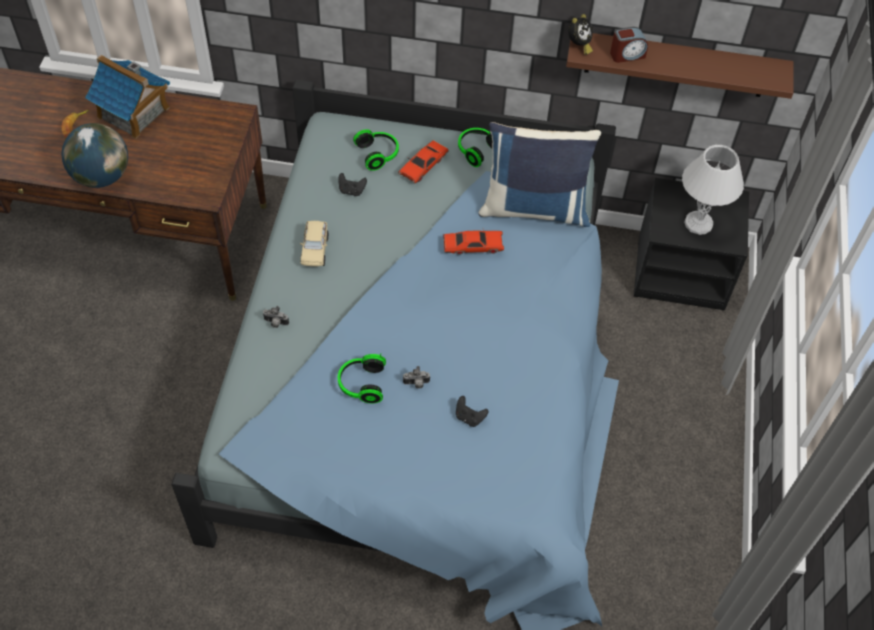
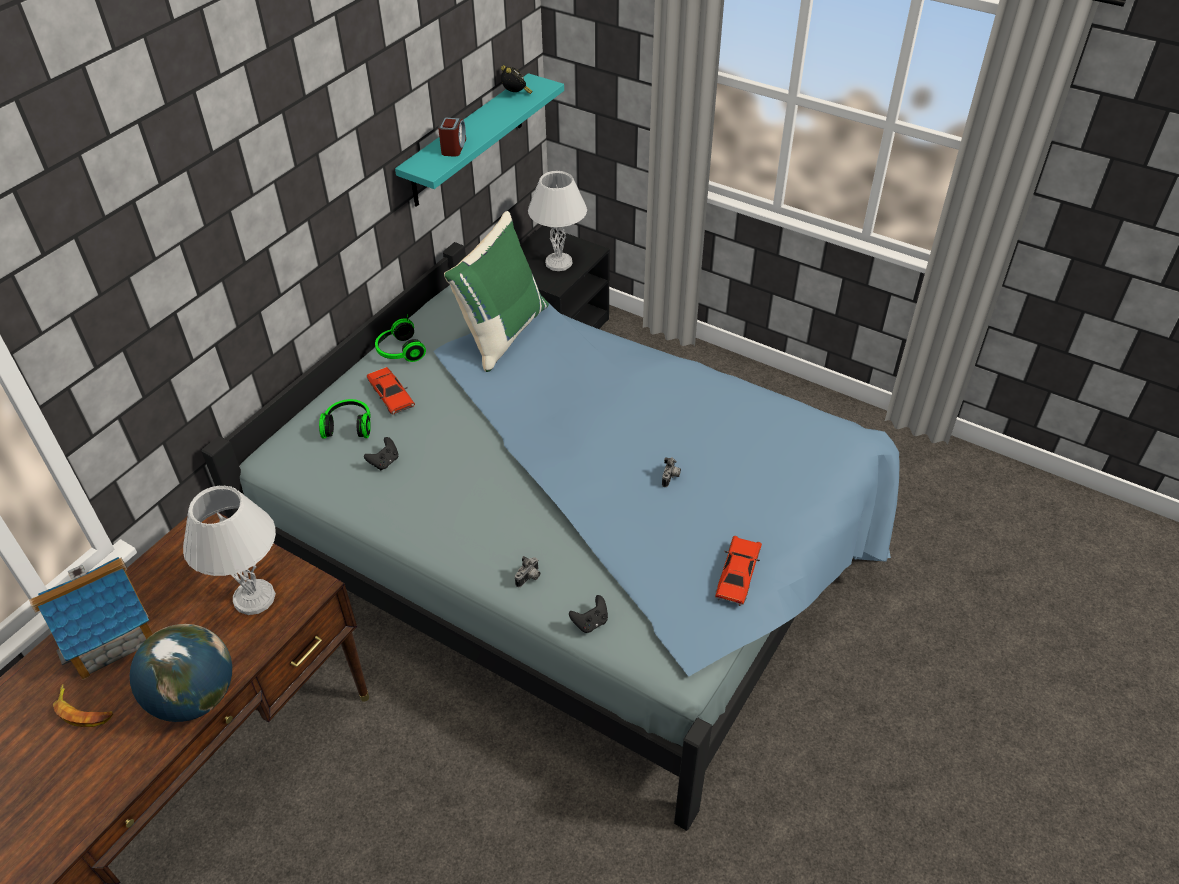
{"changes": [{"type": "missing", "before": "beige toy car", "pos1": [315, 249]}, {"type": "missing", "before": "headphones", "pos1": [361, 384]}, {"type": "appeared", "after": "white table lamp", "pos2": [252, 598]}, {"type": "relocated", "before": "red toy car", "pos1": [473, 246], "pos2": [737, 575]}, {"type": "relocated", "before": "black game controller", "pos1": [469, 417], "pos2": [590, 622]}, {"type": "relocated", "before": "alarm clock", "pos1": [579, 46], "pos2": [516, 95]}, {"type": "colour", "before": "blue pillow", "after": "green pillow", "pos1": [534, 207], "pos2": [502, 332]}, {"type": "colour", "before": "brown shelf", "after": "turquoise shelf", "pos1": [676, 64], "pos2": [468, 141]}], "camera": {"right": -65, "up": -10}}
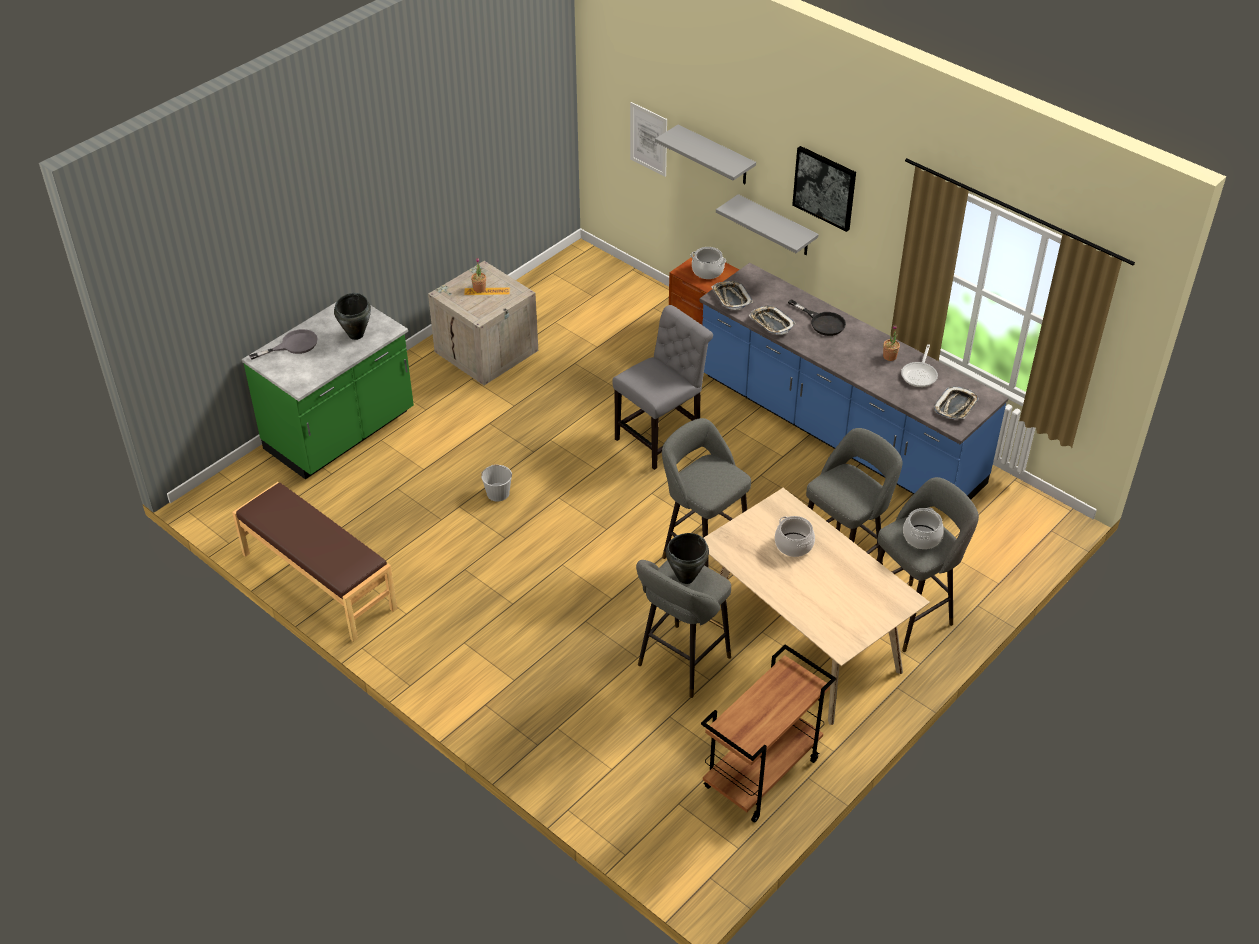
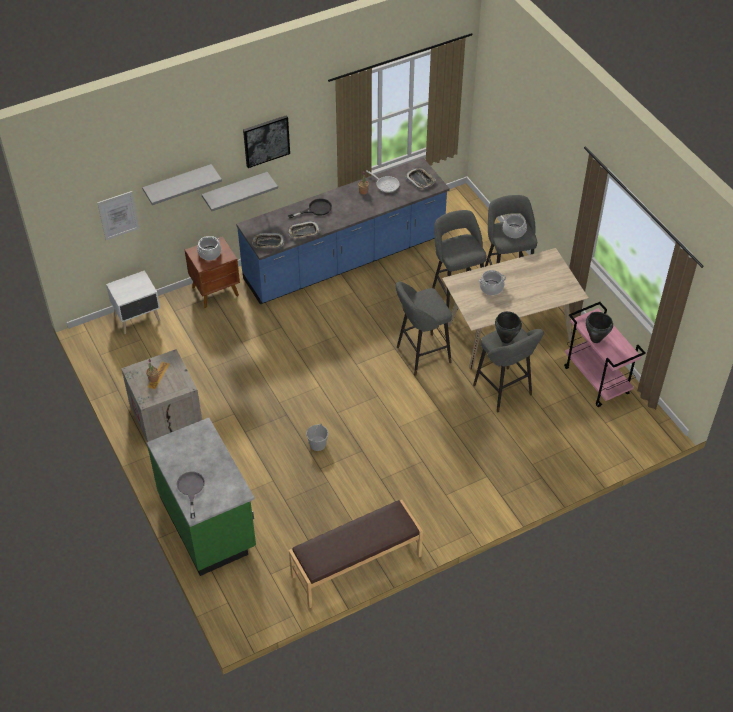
{"changes": [{"type": "missing", "before": "grey chair", "pos1": [662, 437]}, {"type": "appeared", "after": "white nightstand", "pos2": [138, 318]}, {"type": "relocated", "before": "black cooking pot", "pos1": [356, 335], "pos2": [595, 339]}, {"type": "colour", "before": "brown cart", "after": "pink cart", "pos1": [761, 774], "pos2": [597, 380]}], "camera": {"right": -70, "up": 5}}
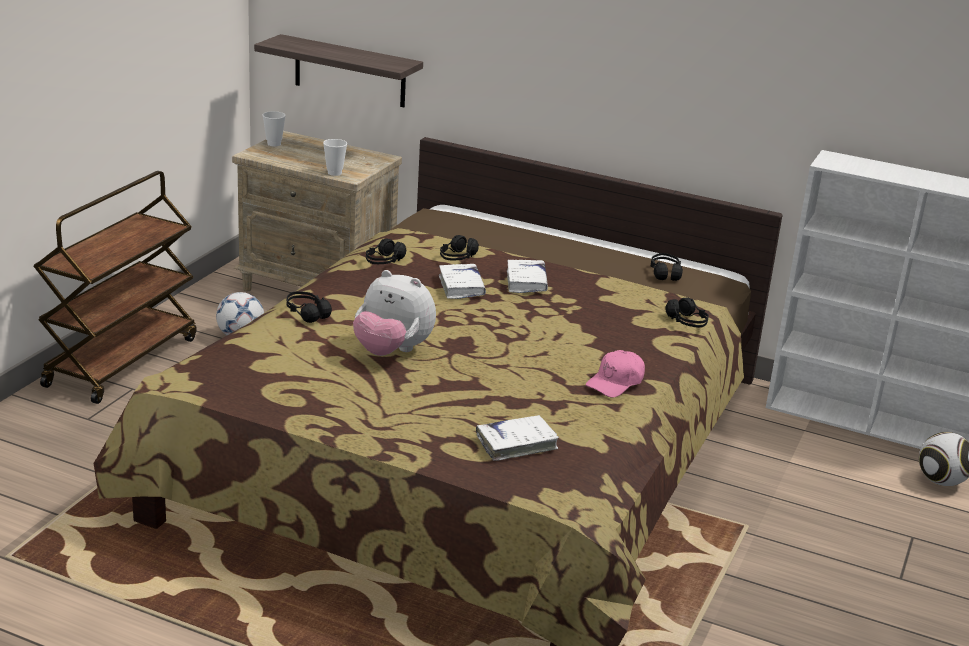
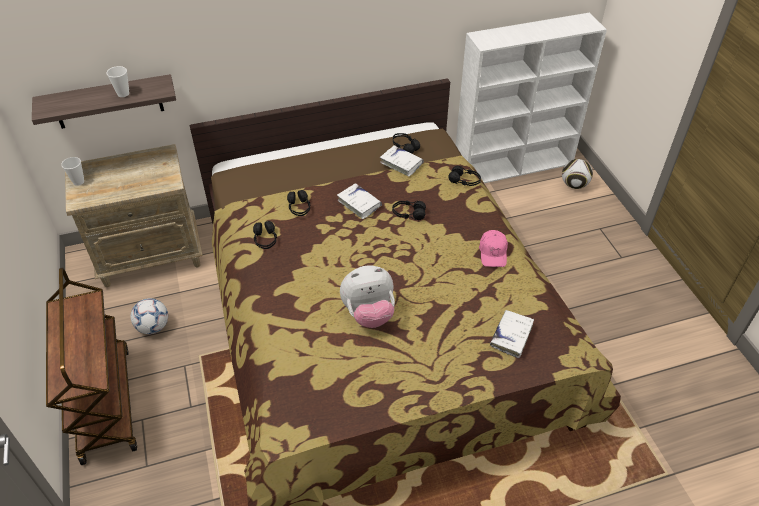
{"changes": [{"type": "relocated", "before": "black headphones", "pos1": [306, 313], "pos2": [408, 214]}, {"type": "relocated", "before": "cup", "pos1": [334, 173], "pos2": [123, 94]}, {"type": "relocated", "before": "white book", "pos1": [461, 287], "pos2": [401, 164]}], "camera": {"right": -40, "up": 20}}
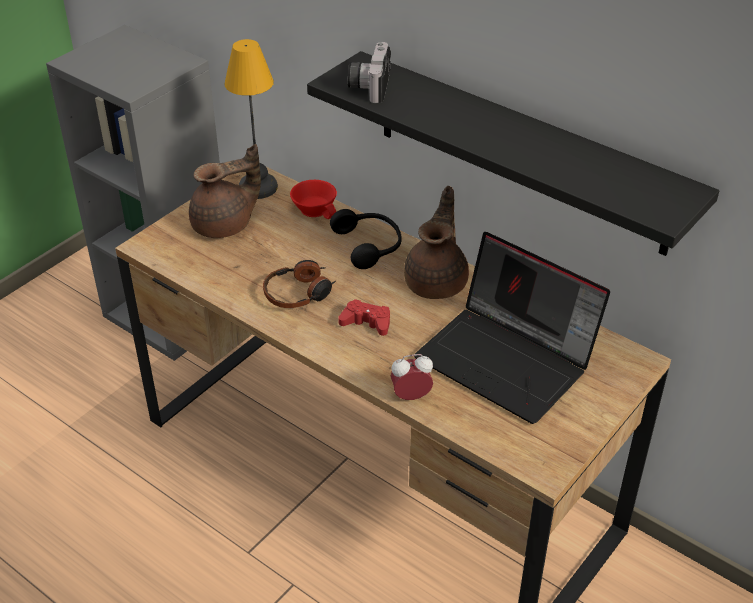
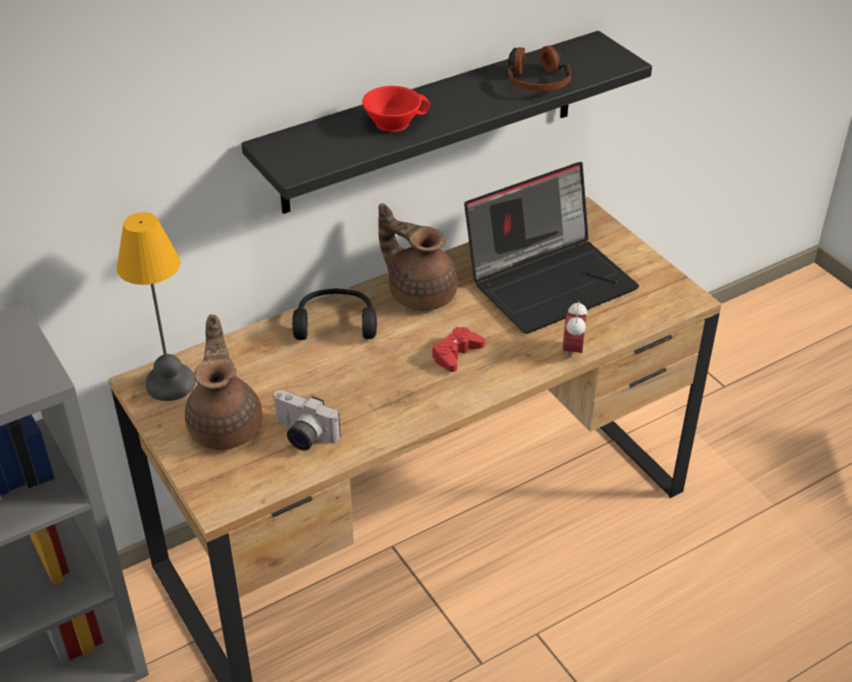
{"changes": [{"type": "relocated", "before": "headphones", "pos1": [299, 293], "pos2": [537, 79]}, {"type": "relocated", "before": "red cup", "pos1": [316, 209], "pos2": [393, 121]}, {"type": "relocated", "before": "photo camera", "pos1": [369, 85], "pos2": [302, 436]}], "camera": {"right": -70, "up": 0}}
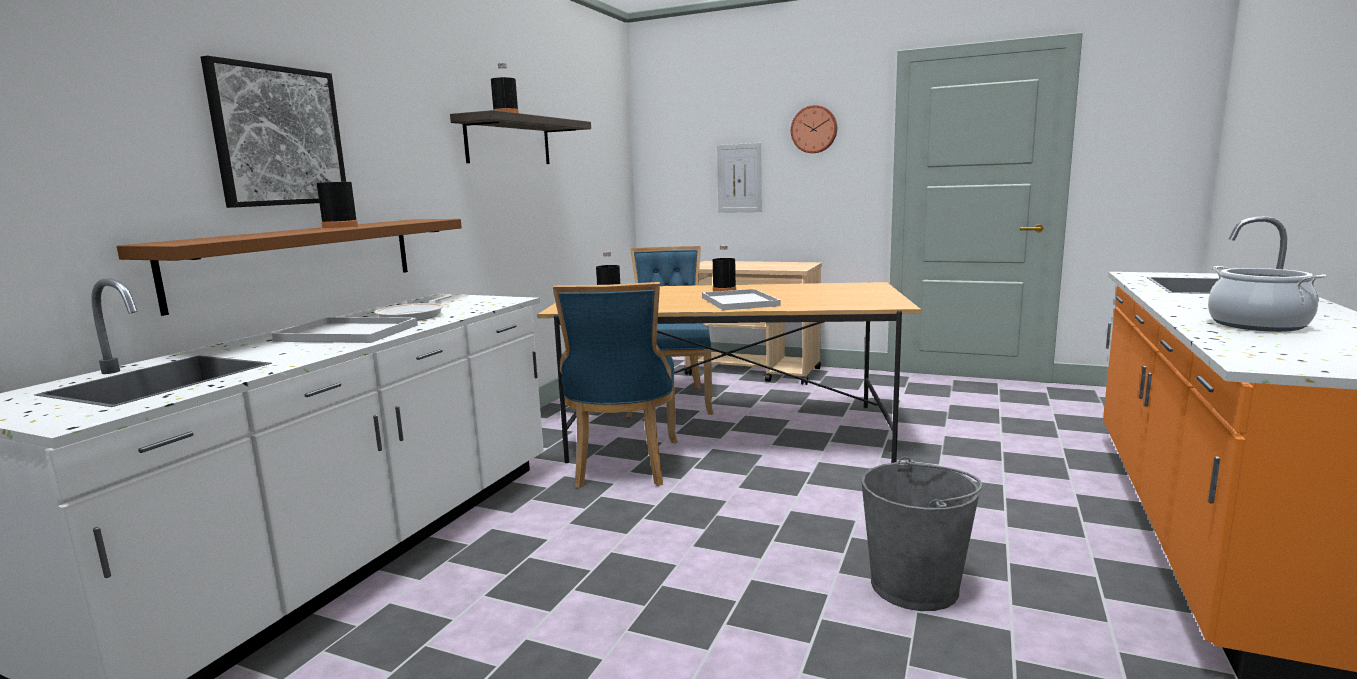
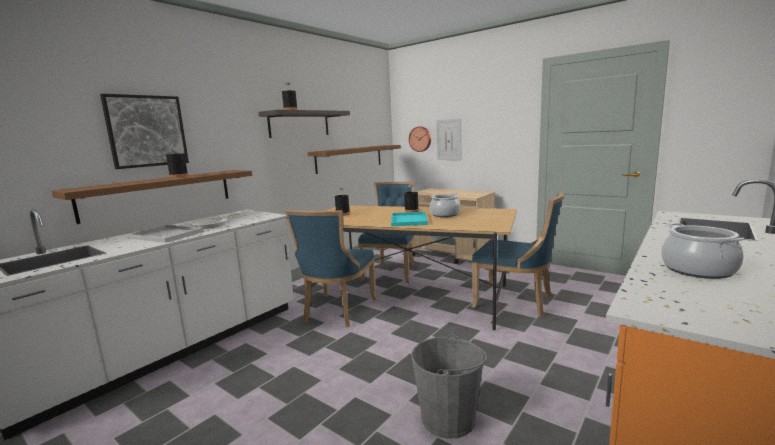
{"changes": [{"type": "appeared", "after": "brown shelf", "pos2": [350, 158]}, {"type": "appeared", "after": "cooking pot", "pos2": [445, 214]}, {"type": "appeared", "after": "blue chair", "pos2": [516, 302]}, {"type": "relocated", "before": "wall clock", "pos1": [814, 129], "pos2": [420, 139]}, {"type": "colour", "before": "white tray", "after": "turquoise tray", "pos1": [738, 301], "pos2": [408, 220]}], "camera": {"right": 15, "up": 0}}
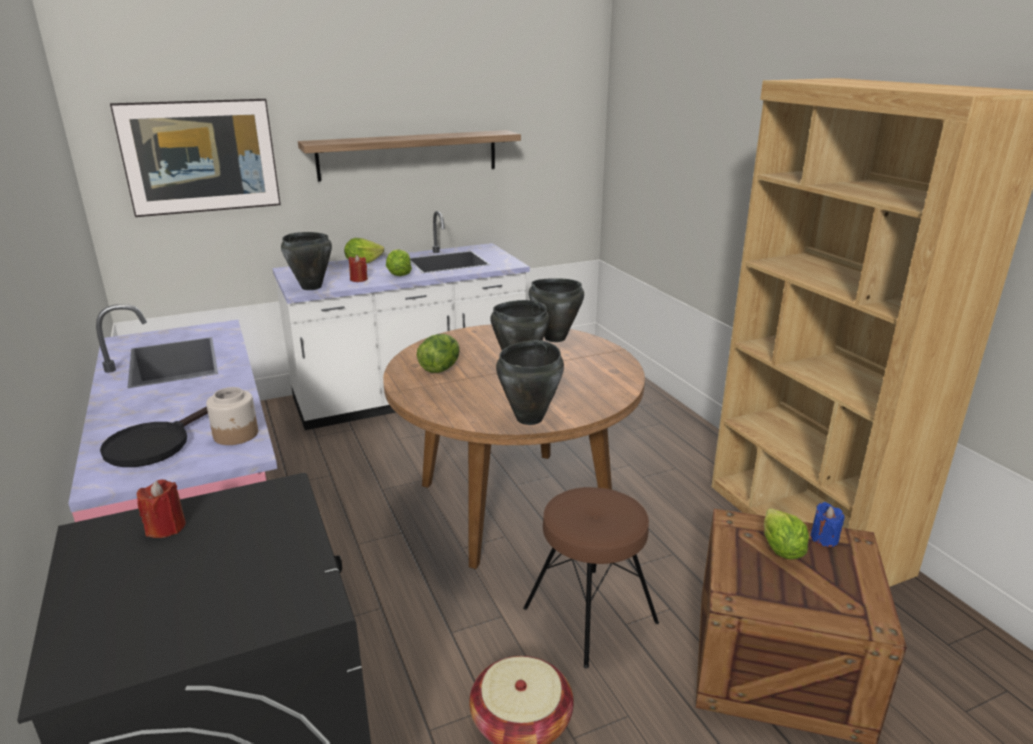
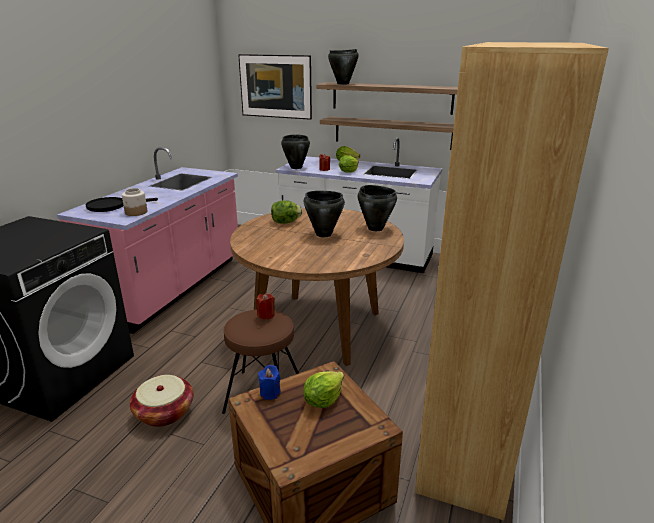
{"changes": [{"type": "appeared", "after": "shelf", "pos2": [392, 132]}, {"type": "relocated", "before": "red candle", "pos1": [166, 527], "pos2": [266, 315]}, {"type": "relocated", "before": "black cooking pot", "pos1": [530, 418], "pos2": [343, 84]}, {"type": "relocated", "before": "blue candle", "pos1": [824, 538], "pos2": [270, 393]}], "camera": {"right": 45, "up": 0}}
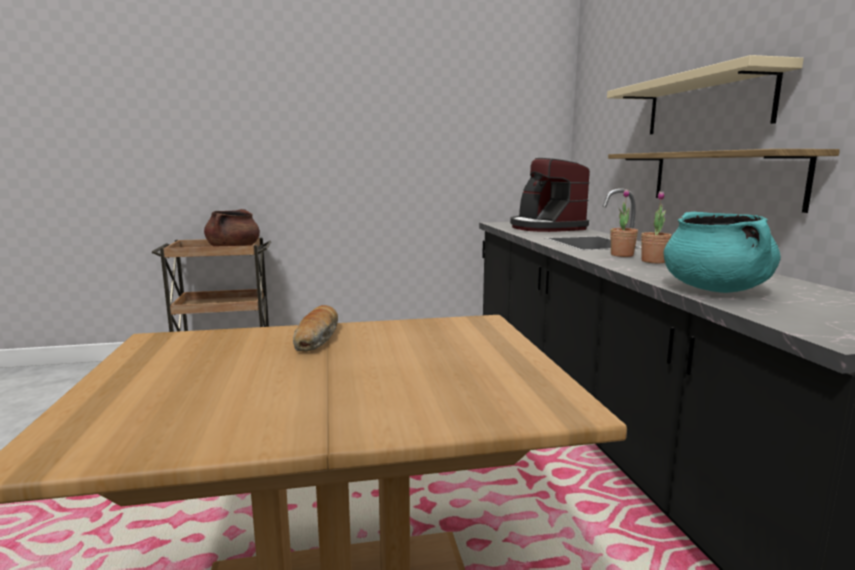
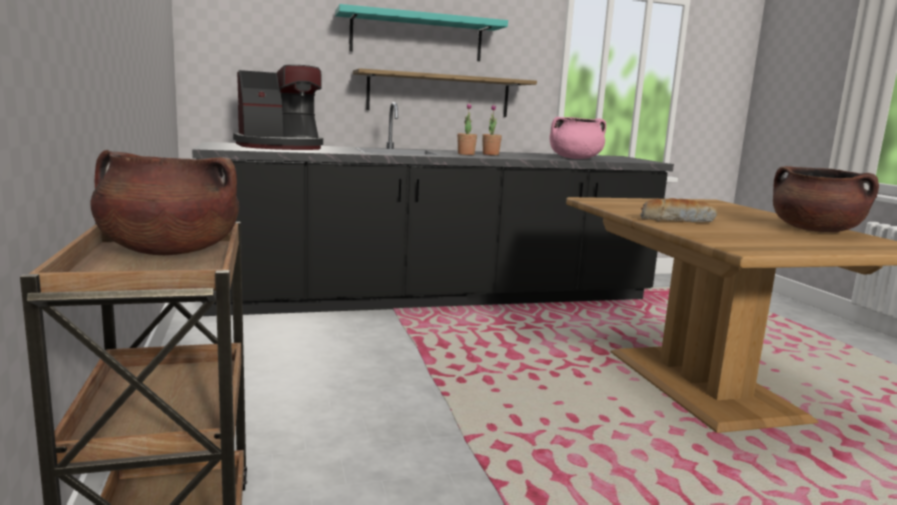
{"changes": [{"type": "appeared", "after": "brown cooking pot", "pos2": [815, 230]}, {"type": "colour", "before": "beige shelf", "after": "turquoise shelf", "pos1": [706, 104], "pos2": [417, 37]}, {"type": "colour", "before": "turquoise cooking pot", "after": "pink cooking pot", "pos1": [715, 289], "pos2": [575, 158]}], "camera": {"right": -95, "up": 0}}
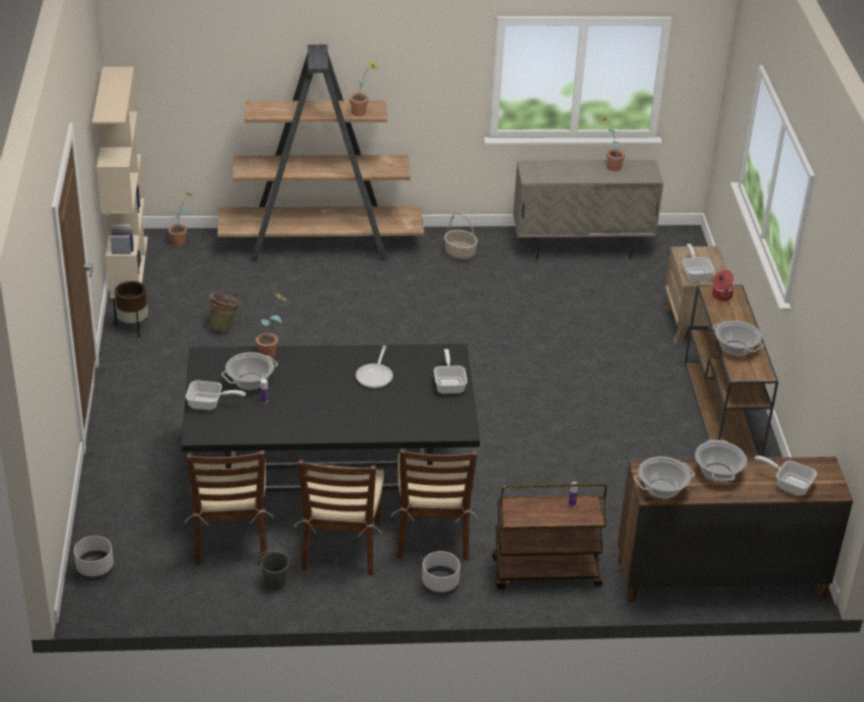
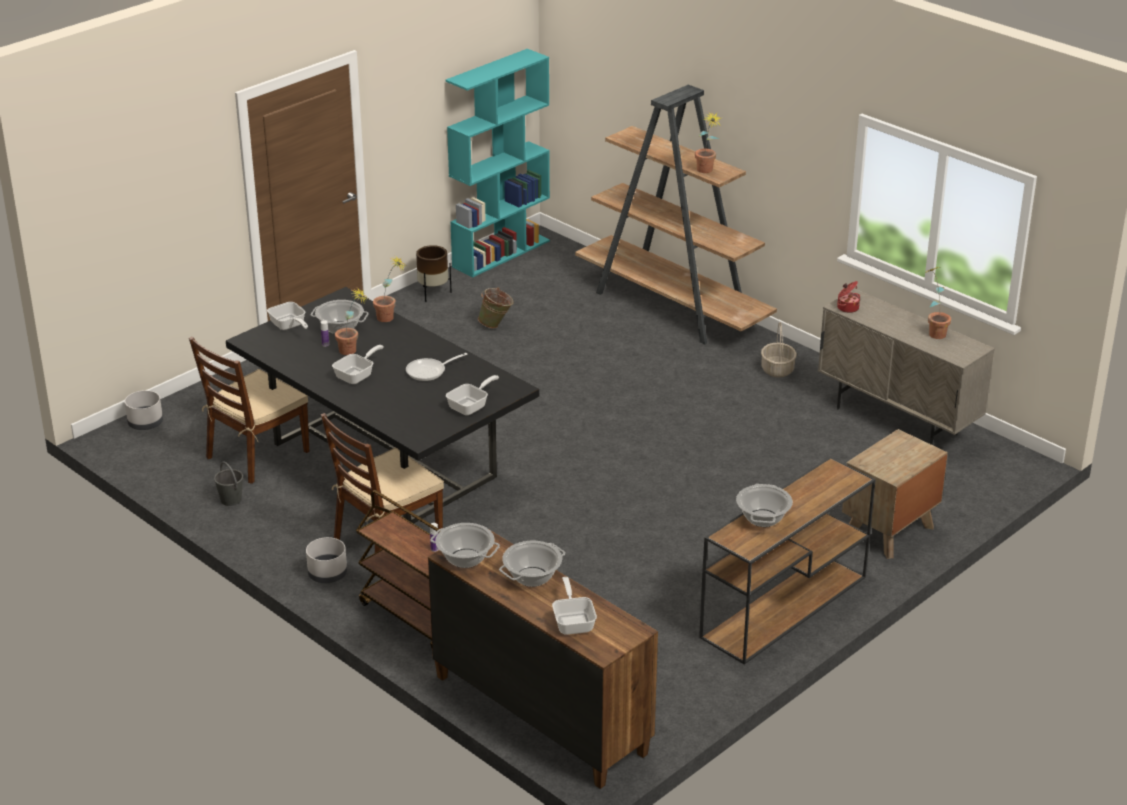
{"changes": [{"type": "missing", "before": "brown chair", "pos1": [341, 545]}, {"type": "relocated", "before": "potted plant", "pos1": [182, 241], "pos2": [352, 352]}, {"type": "relocated", "before": "frying pan", "pos1": [696, 273], "pos2": [357, 375]}, {"type": "relocated", "before": "cooking pot", "pos1": [721, 295], "pos2": [847, 307]}, {"type": "colour", "before": "beige bookcase", "after": "turquoise bookcase", "pos1": [128, 267], "pos2": [501, 253]}], "camera": {"right": 50, "up": -5}}
